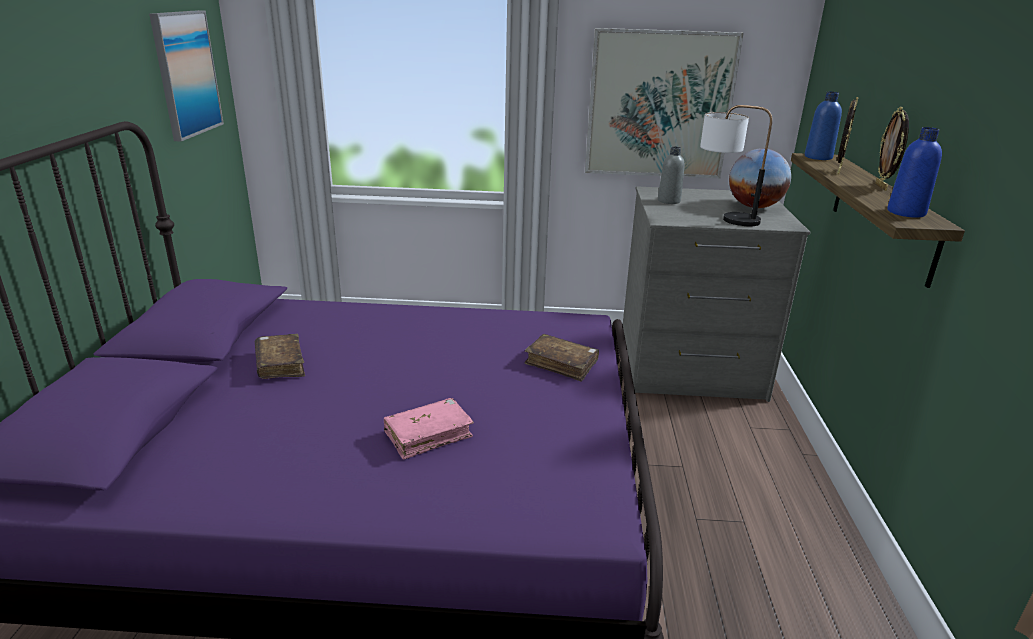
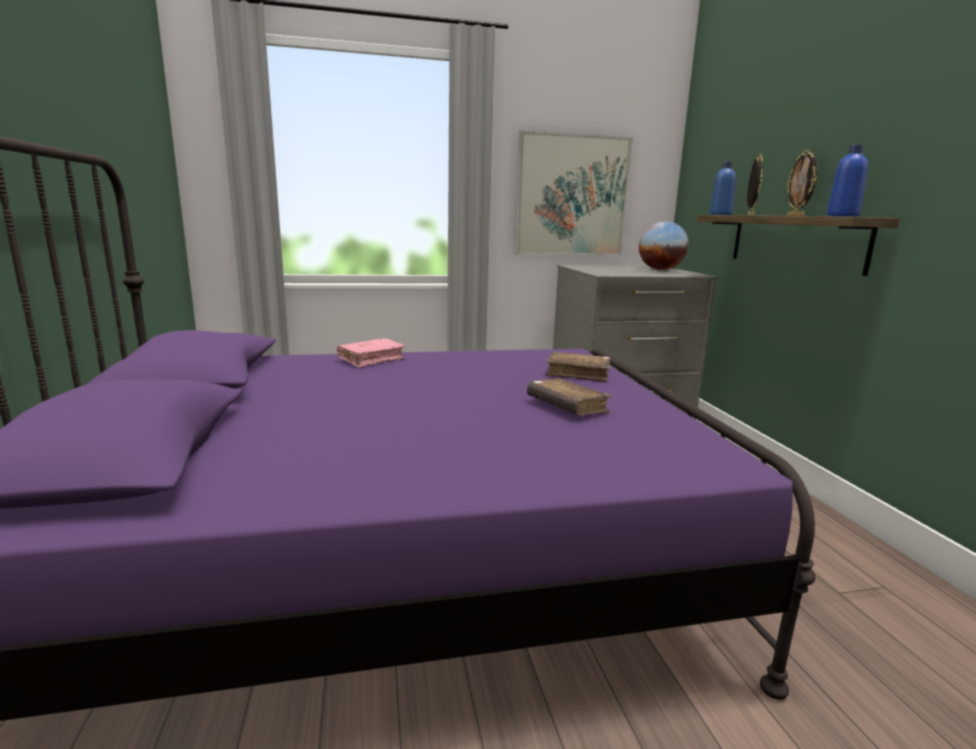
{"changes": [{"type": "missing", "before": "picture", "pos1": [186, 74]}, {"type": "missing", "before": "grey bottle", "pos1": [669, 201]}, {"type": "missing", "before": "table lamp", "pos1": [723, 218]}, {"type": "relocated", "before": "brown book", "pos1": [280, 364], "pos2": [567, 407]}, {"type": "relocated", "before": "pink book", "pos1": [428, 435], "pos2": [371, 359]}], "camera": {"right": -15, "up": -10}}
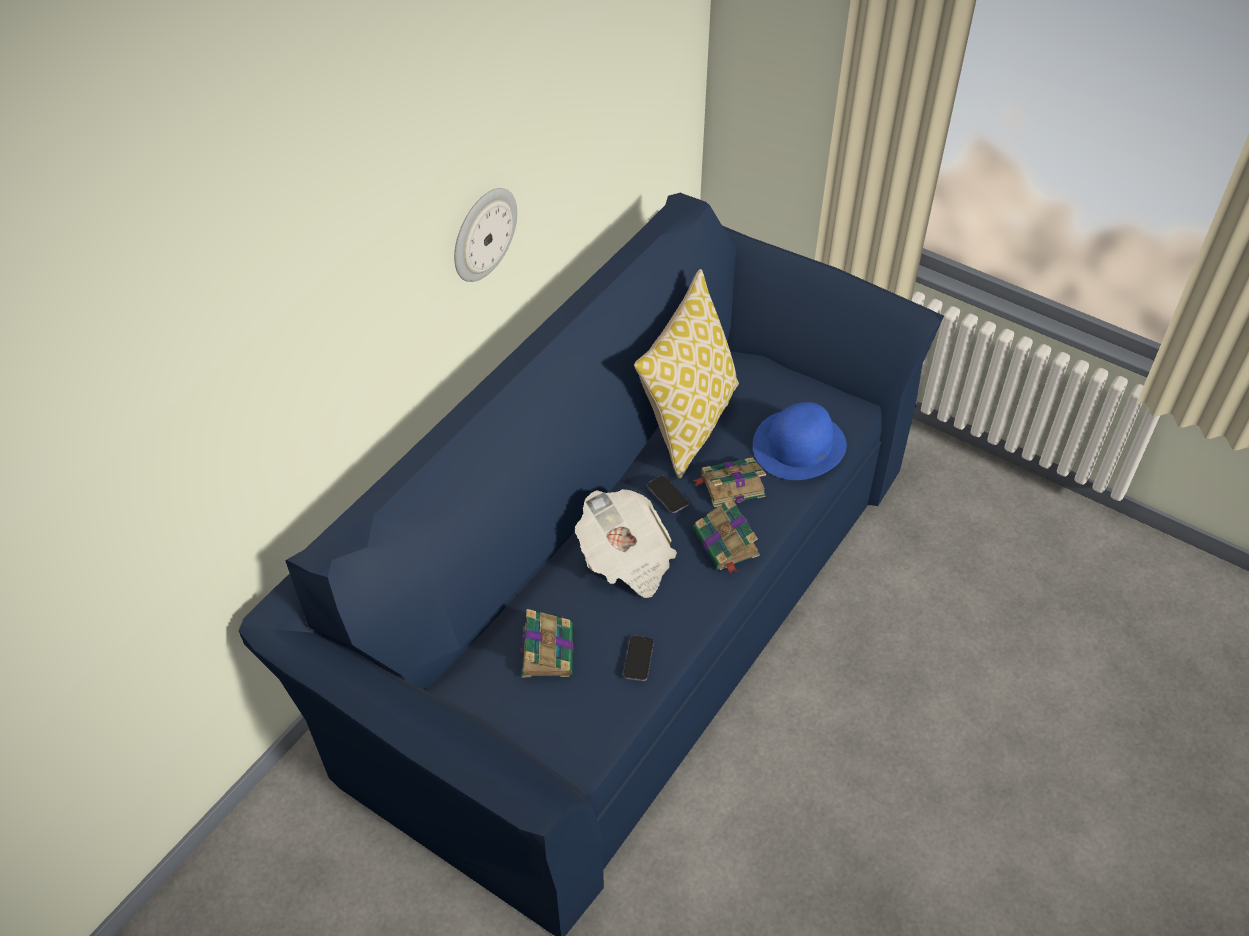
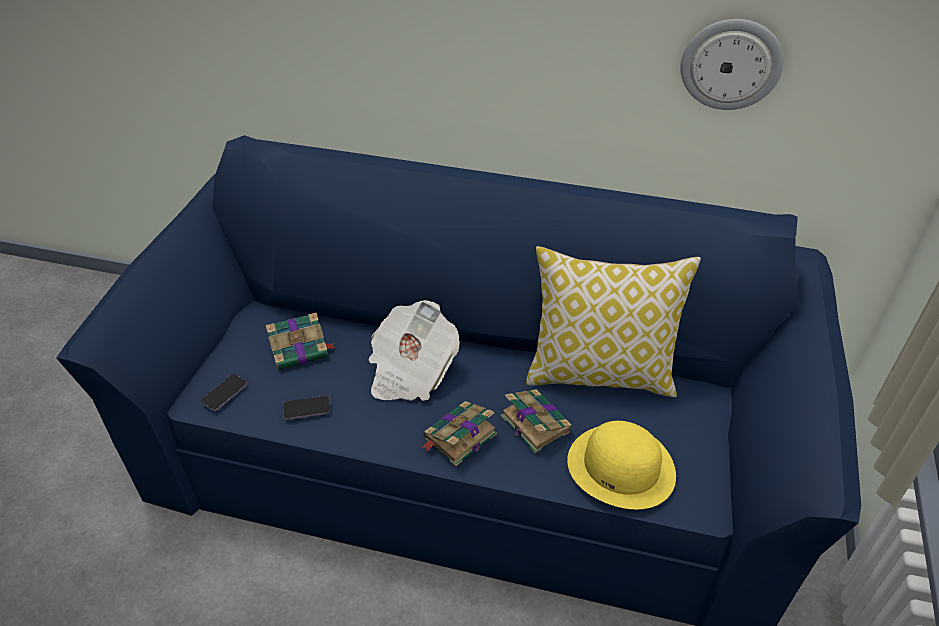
{"changes": [{"type": "relocated", "before": "wall clock", "pos1": [483, 234], "pos2": [731, 64]}, {"type": "relocated", "before": "phone", "pos1": [667, 495], "pos2": [224, 393]}, {"type": "colour", "before": "blue hat", "after": "yellow hat", "pos1": [799, 445], "pos2": [621, 467]}], "camera": {"right": 70, "up": -5}}
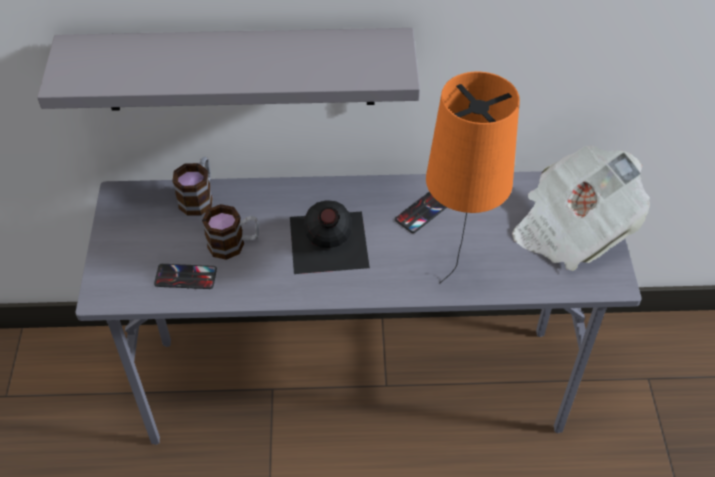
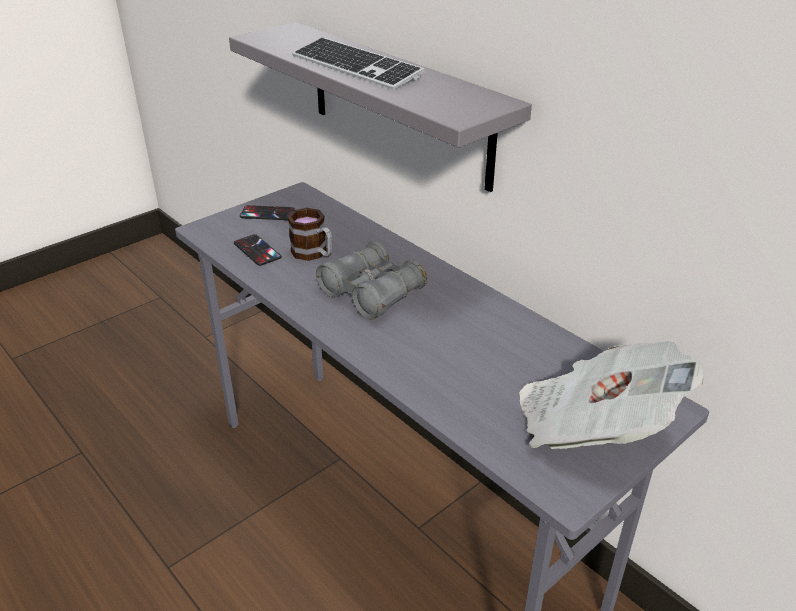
{"changes": [{"type": "missing", "before": "mug", "pos1": [199, 197]}, {"type": "missing", "before": "orange table lamp", "pos1": [456, 275]}, {"type": "appeared", "after": "keyboard", "pos2": [356, 67]}, {"type": "relocated", "before": "phone", "pos1": [422, 212], "pos2": [267, 213]}, {"type": "exchanged", "before": "black bottle", "after": "grey binoculars", "pos1": [327, 243], "pos2": [371, 293]}], "camera": {"right": 50, "up": -15}}
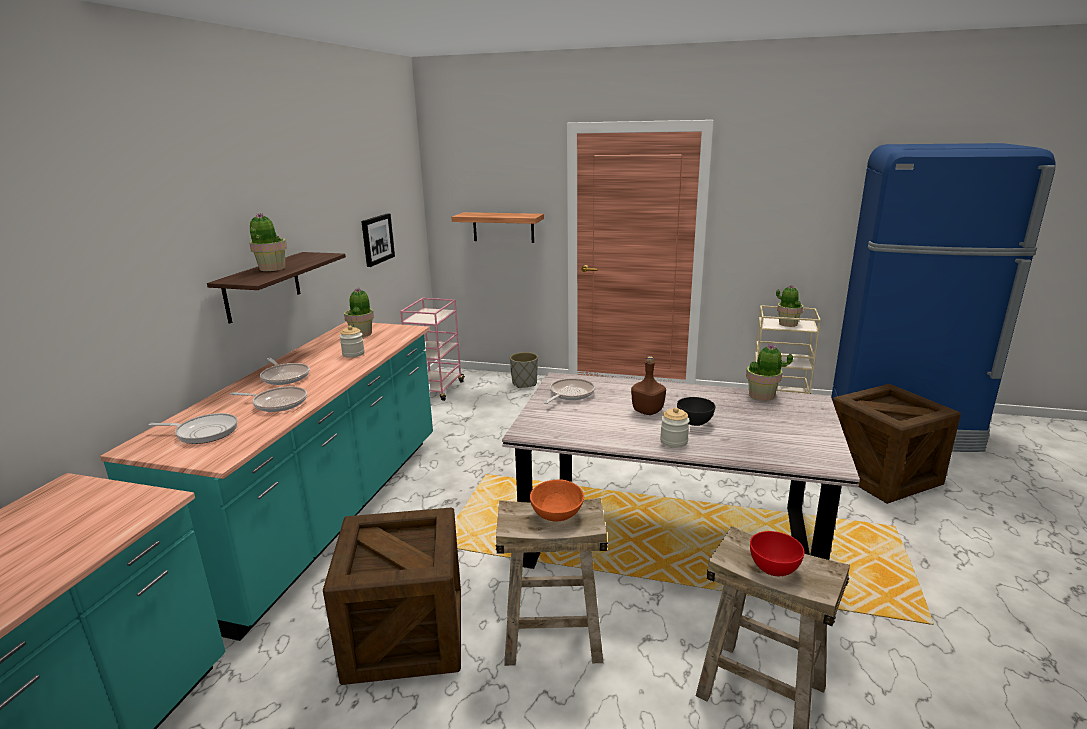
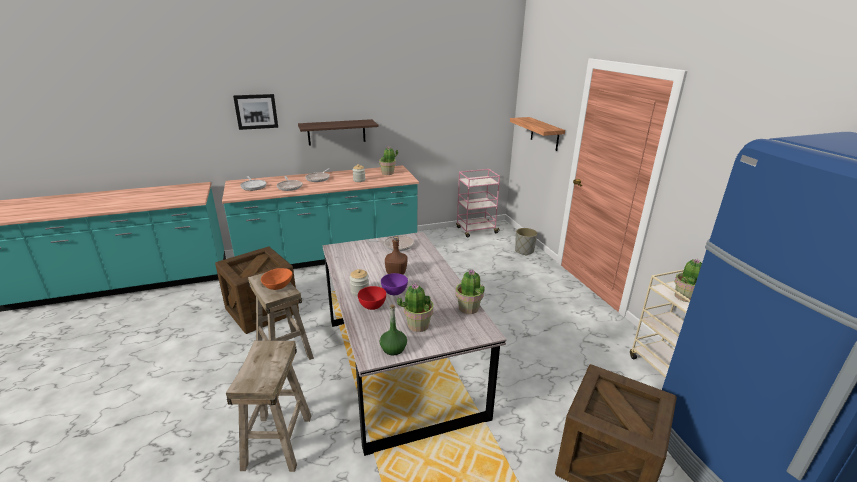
{"changes": [{"type": "appeared", "after": "green bottle", "pos2": [393, 348]}, {"type": "relocated", "before": "potted plant", "pos1": [271, 268], "pos2": [417, 325]}, {"type": "relocated", "before": "picture", "pos1": [377, 239], "pos2": [256, 111]}, {"type": "relocated", "before": "red bowl", "pos1": [773, 568], "pos2": [372, 306]}, {"type": "colour", "before": "grey bowl", "after": "purple bowl", "pos1": [694, 422], "pos2": [394, 292]}], "camera": {"right": 55, "up": 5}}
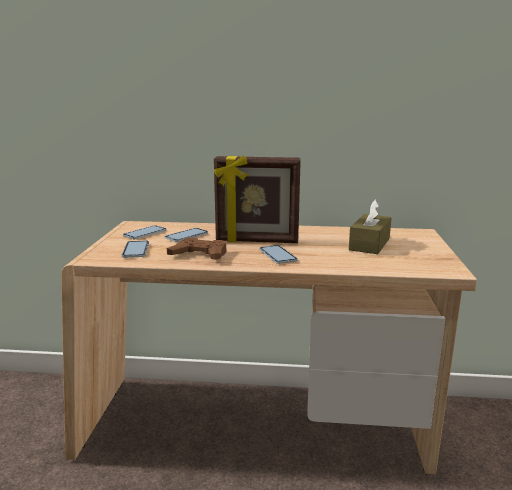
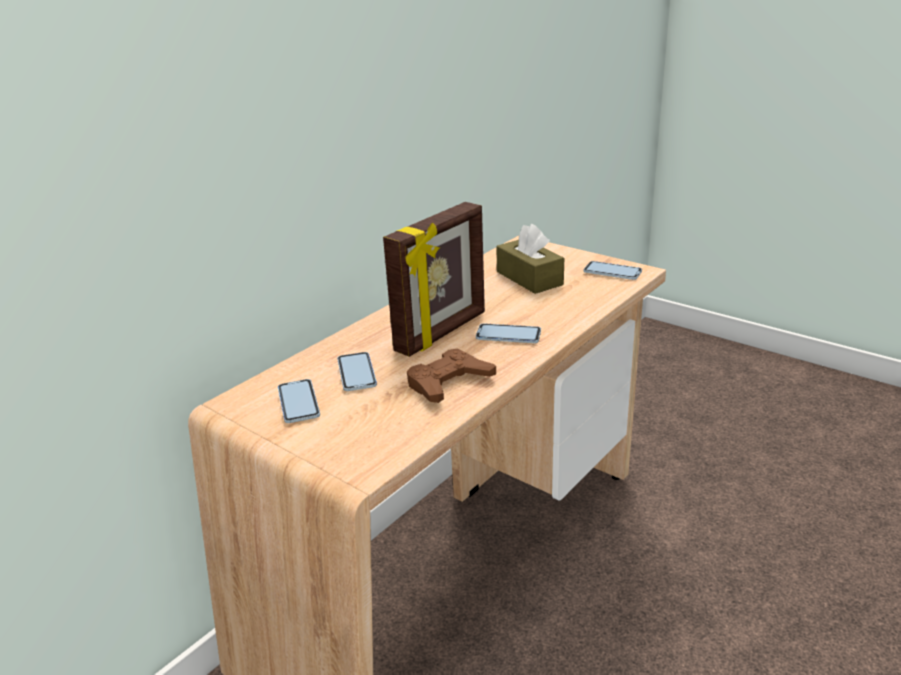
{"changes": [{"type": "relocated", "before": "phone", "pos1": [135, 250], "pos2": [612, 272]}], "camera": {"right": -55, "up": 10}}
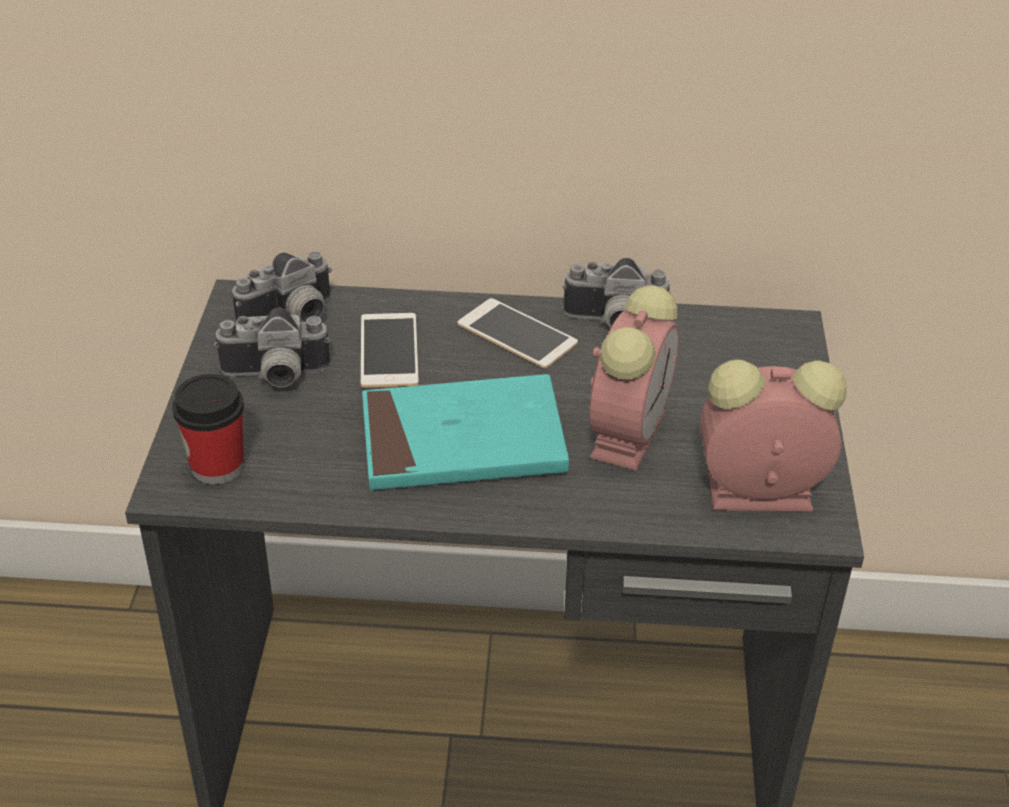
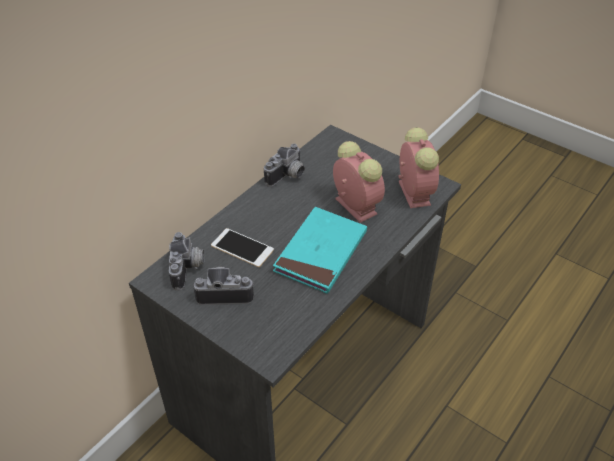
{"changes": [{"type": "missing", "before": "cup", "pos1": [217, 466]}, {"type": "missing", "before": "phone", "pos1": [517, 334]}, {"type": "spun", "before": "photo camera", "pos1": [275, 377], "pos2": [225, 292], "turn": -120}, {"type": "spun", "before": "alarm clock", "pos1": [755, 493], "pos2": [413, 192], "turn": 135}], "camera": {"right": -55, "up": 5}}
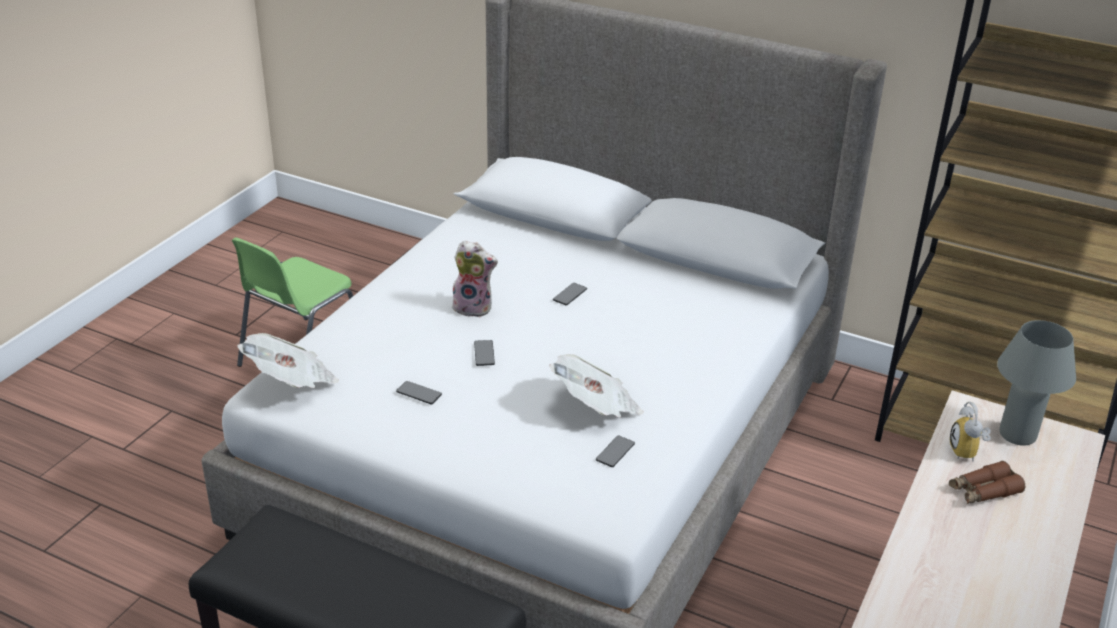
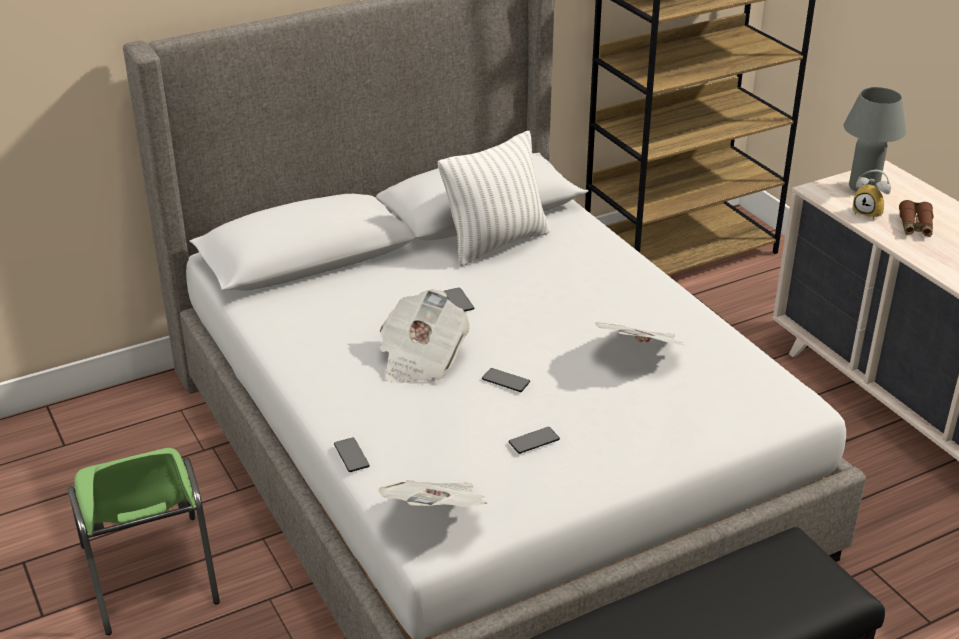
{"changes": [{"type": "appeared", "after": "white pillow", "pos2": [496, 243]}, {"type": "relocated", "before": "phone", "pos1": [615, 452], "pos2": [351, 455]}, {"type": "exchanged", "before": "plush toy", "after": "newspaper", "pos1": [474, 307], "pos2": [421, 359]}], "camera": {"right": -55, "up": 0}}
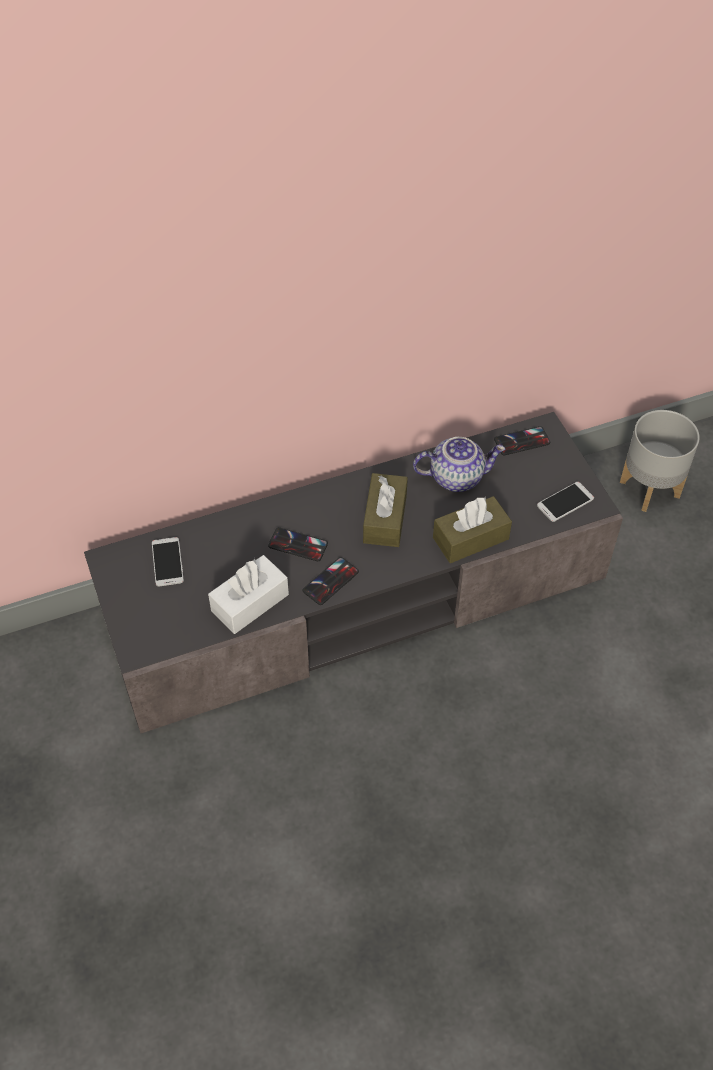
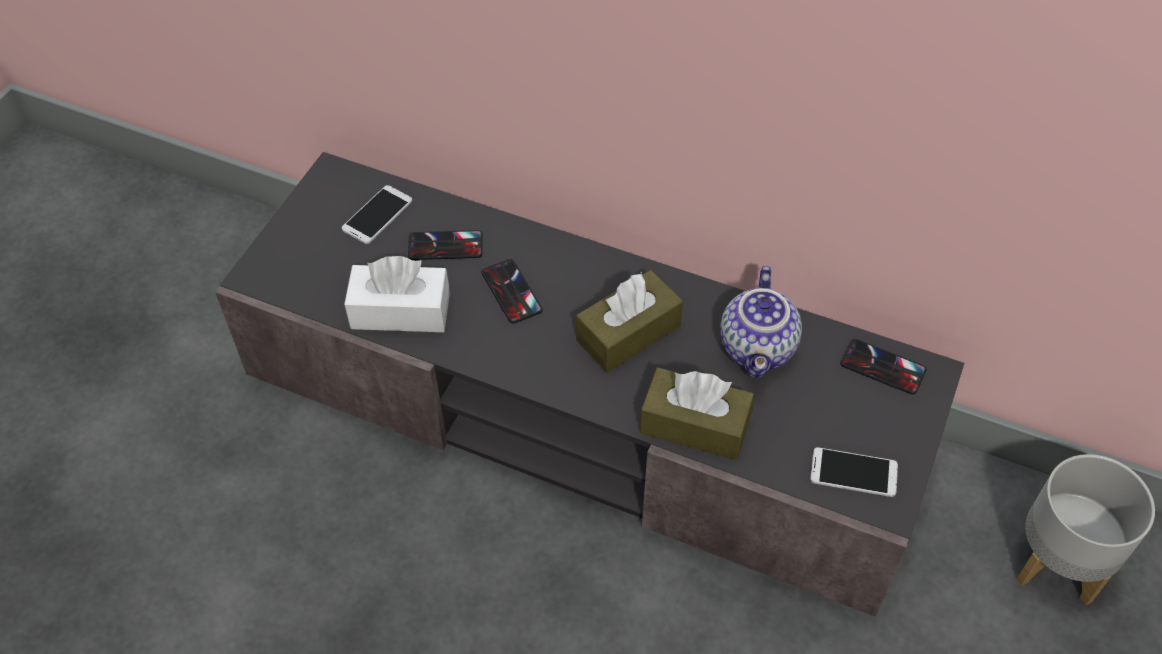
{"changes": [{"type": "relocated", "before": "phone", "pos1": [330, 581], "pos2": [445, 246]}, {"type": "spun", "before": "teapot", "pos1": [457, 476], "pos2": [759, 349], "turn": 60}], "camera": {"right": 45, "up": 0}}
